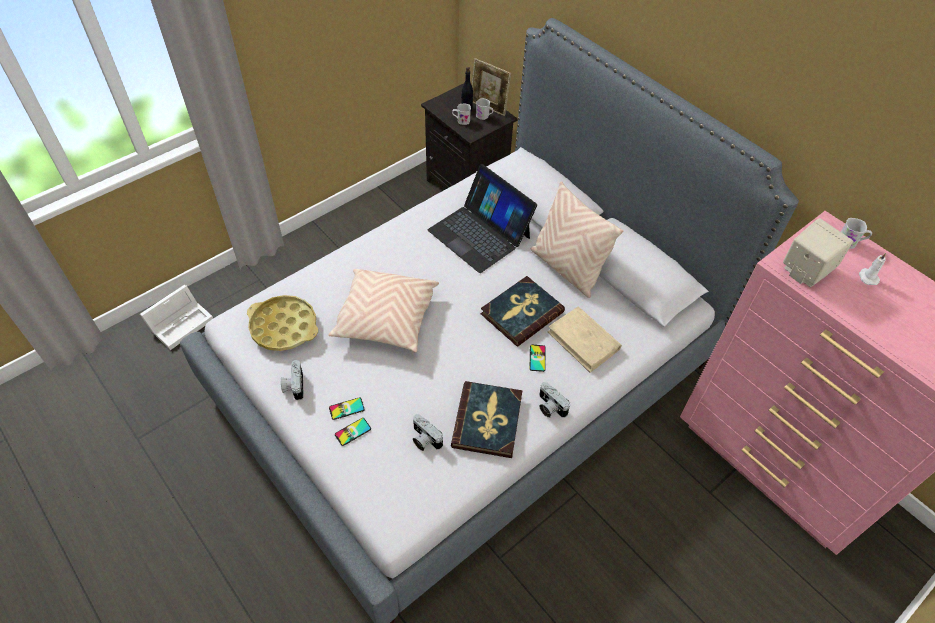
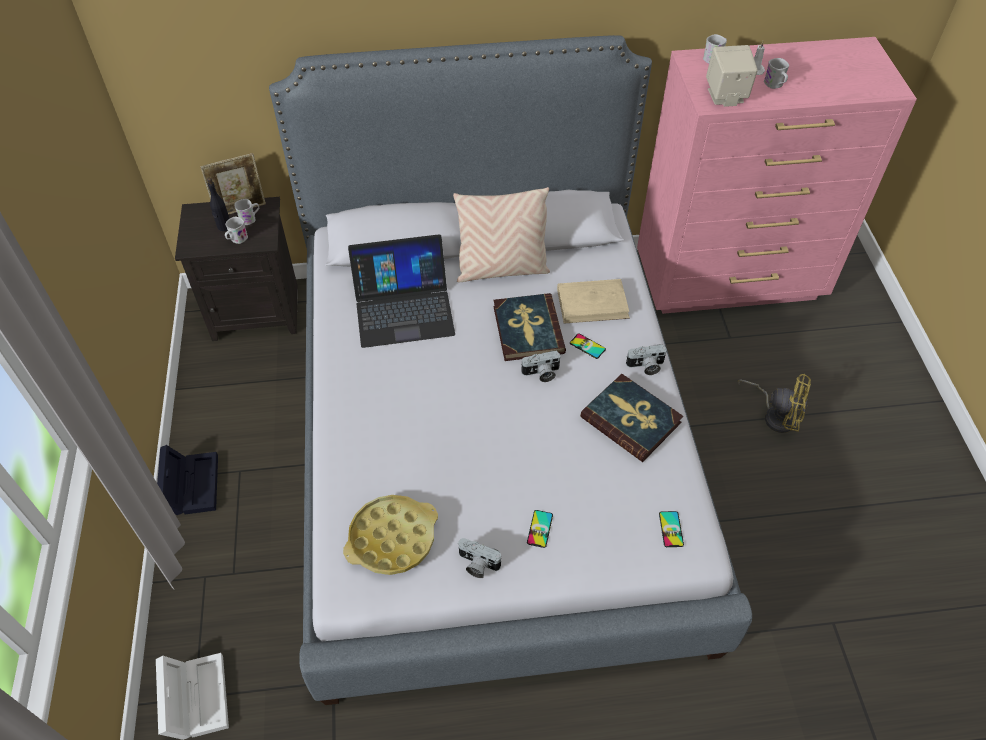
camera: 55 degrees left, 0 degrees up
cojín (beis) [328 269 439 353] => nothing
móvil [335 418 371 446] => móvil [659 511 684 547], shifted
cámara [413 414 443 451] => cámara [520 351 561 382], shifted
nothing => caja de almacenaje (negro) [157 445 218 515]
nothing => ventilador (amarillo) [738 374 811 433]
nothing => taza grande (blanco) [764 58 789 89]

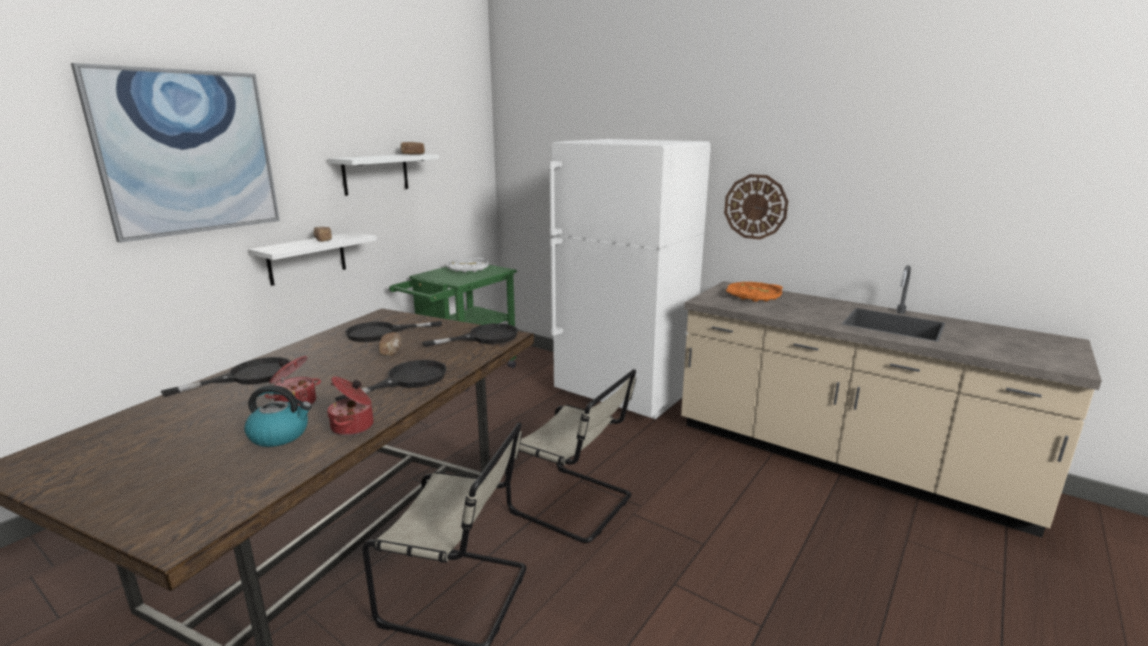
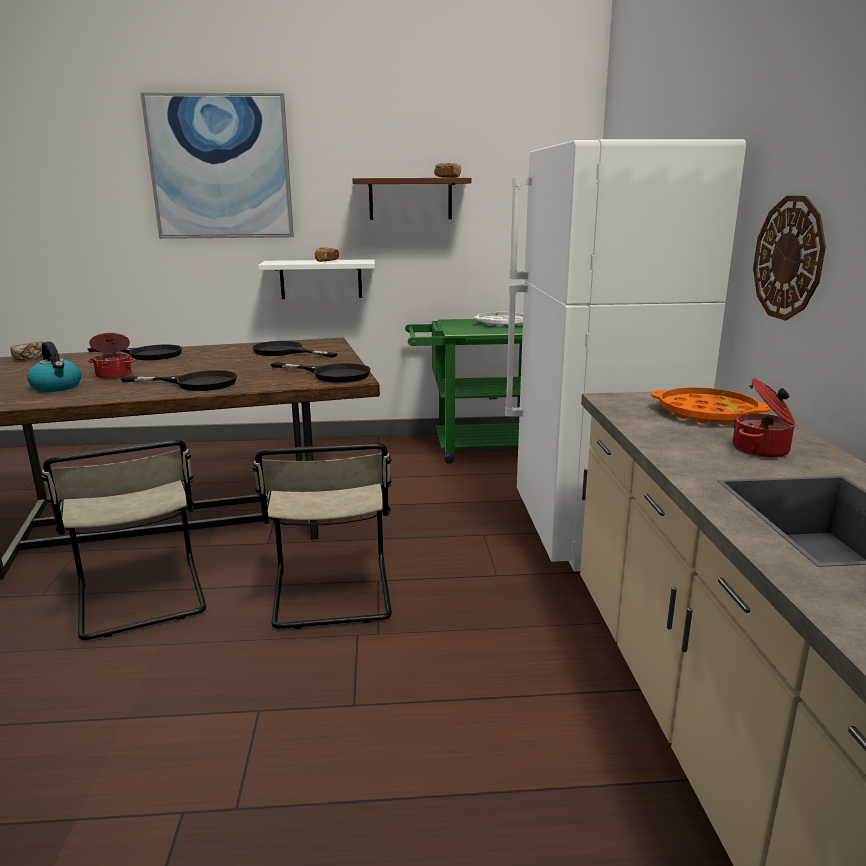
camera: 50 degrees right, 0 degrees up
olla [327 377 373 436] => olla [733 378 795 458], shifted
estante (blanco) [328 154 439 196] => estante (marrón) [352 178 471 220]
pan [379 332 402 356] => pan [10 341 44 361], shifted

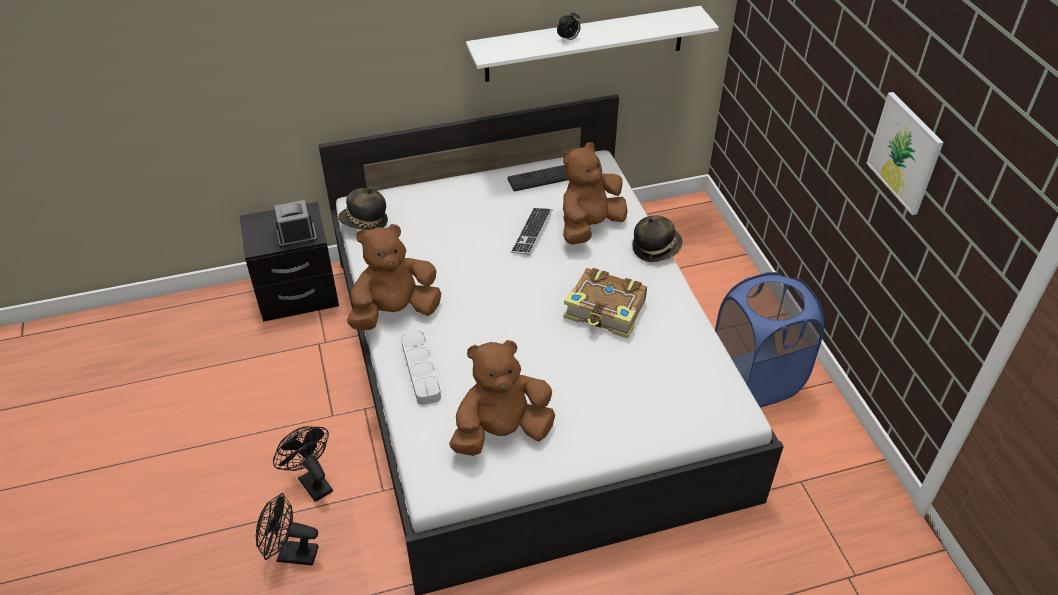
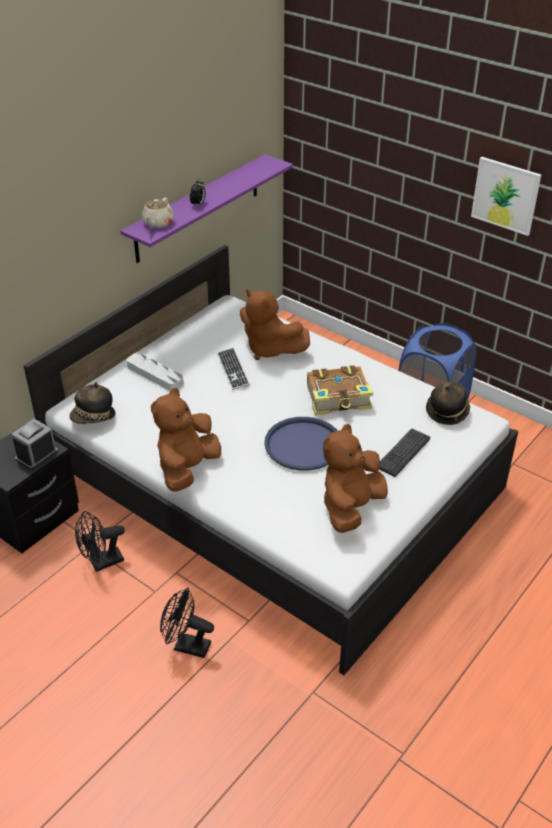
camera: 35 degrees left, 5 degrees down
ventilador (negro) [256 493 318 566] => ventilador (negro) [75 511 125 572], shifted
bandeja (gris) [401 331 441 405] => bandeja (gris) [126 353 184 391], shifted
estante (blanco) [466 6 719 82] => estante (morado) [120 154 293 263]
teclado [507 165 568 191] => teclado [379 429 430 477], shifted
peluche (marrón) [563 143 628 245] => peluche (marrón) [240 289 310 360], 60 degrees counterclockwise
sombrero [632 216 682 262] => sombrero [426 381 470 425], shifted
nothing => tetera (beis) [142 198 174 228]
nothing => bandeja (azul) [264 417 338 471]

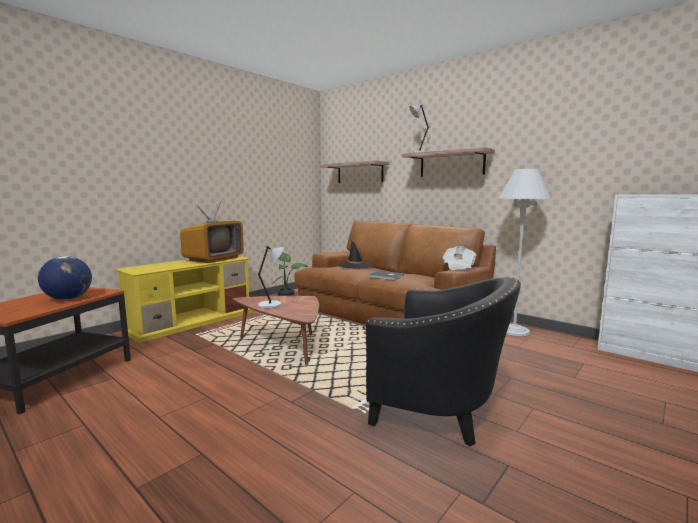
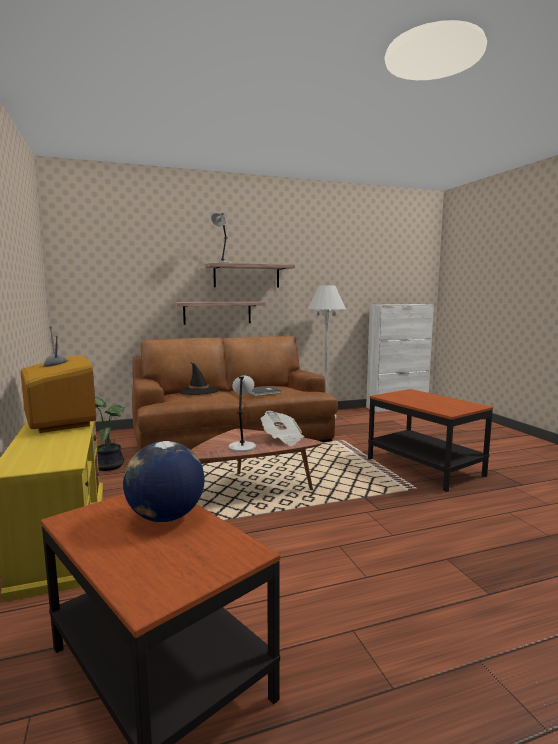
camera: 60 degrees left, 0 degrees up
estante [319 160 389 183] => estante [174 301 265 325], shifted
sillón (negro) [365 277 521 446] => mesa auxiliar [368 389 493 492]
periódico [442 246 476 270] => periódico [261 411 304 446], shifted

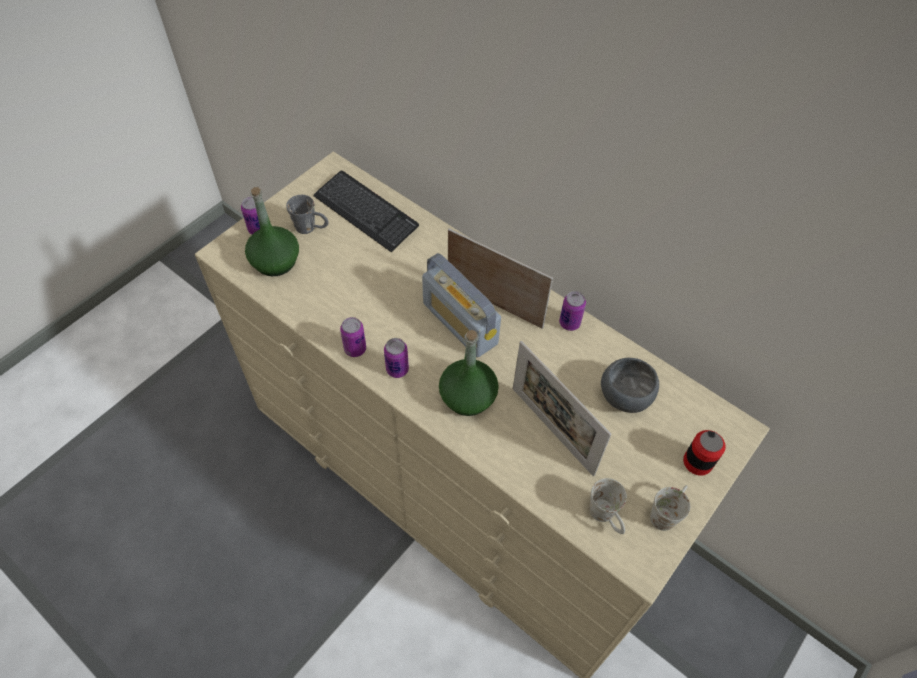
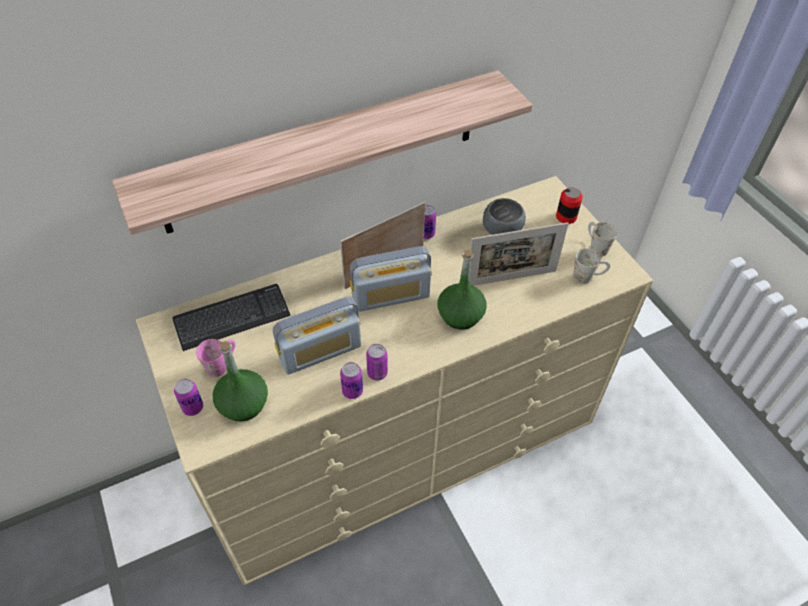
camera: 65 degrees left, 5 degrees down
taza grande (gris) [286 195 329 234] => taza grande (rosa) [196 339 236 377]
lata [384 338 409 378] => lata [340 362 363 399], shifted
nothing => estante [112 70 533 235]
nothing => radio [273 297 361 374]

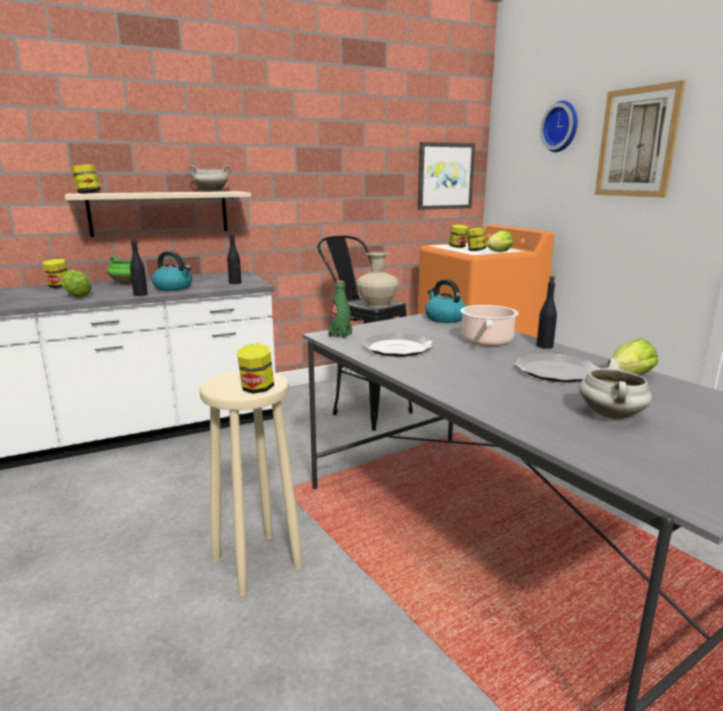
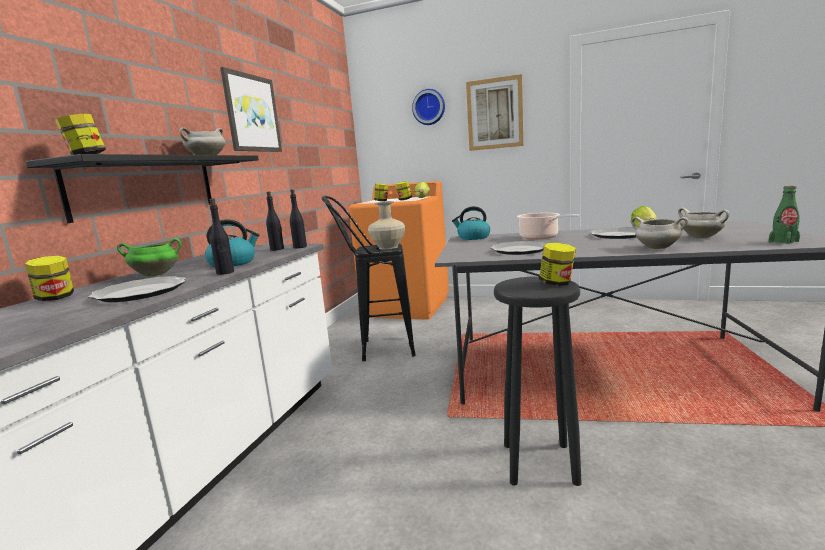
camera: 45 degrees left, 5 degrees down
lechuga [62 270 92 298] => plato [88 276 186 302]
estante (beis) [65 191 251 237] => estante (negro) [26 154 259 223]
taburete (beis) [200 371 303 596] => taburete (negro) [494 276 581 486]
botella (verde) [329 280 352 339] => botella (verde) [769 186 800 244], shifted
cuadro [418 142 475 210] => cuadro [220 67 282 152], shifted
botella (negro) [537 276 557 349] => botella (negro) [290 189 307 248], shifted
nothing => olla (blanco) [631 217 688 249]

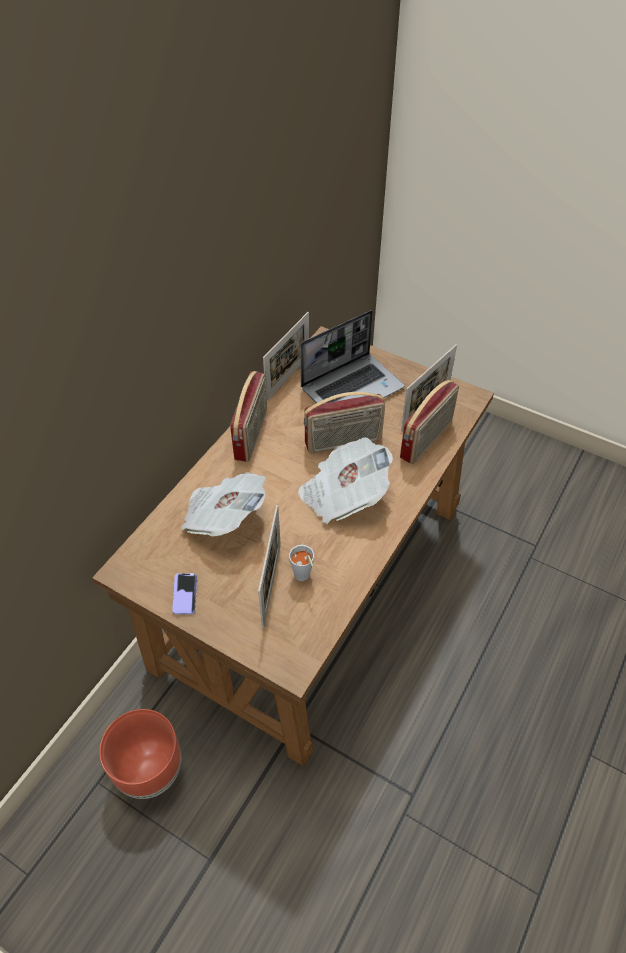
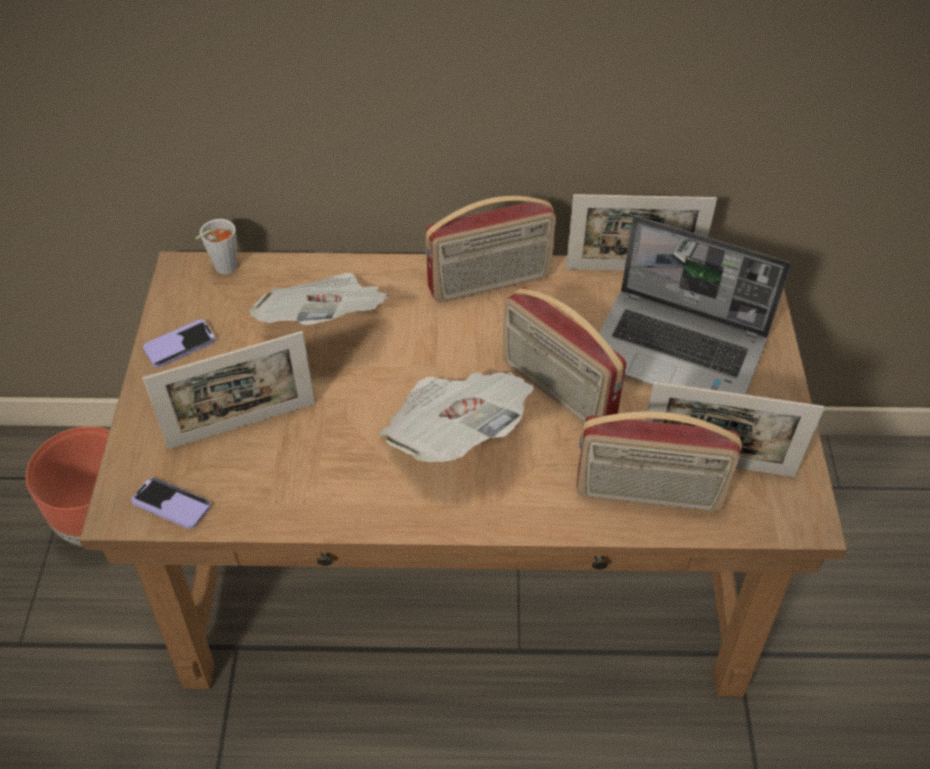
camera: 60 degrees right, 0 degrees up
taza (gris) [289 545 314 581] => taza (gris) [196 219 237 274], shifted
nothing => móvil [131 477 211 529]

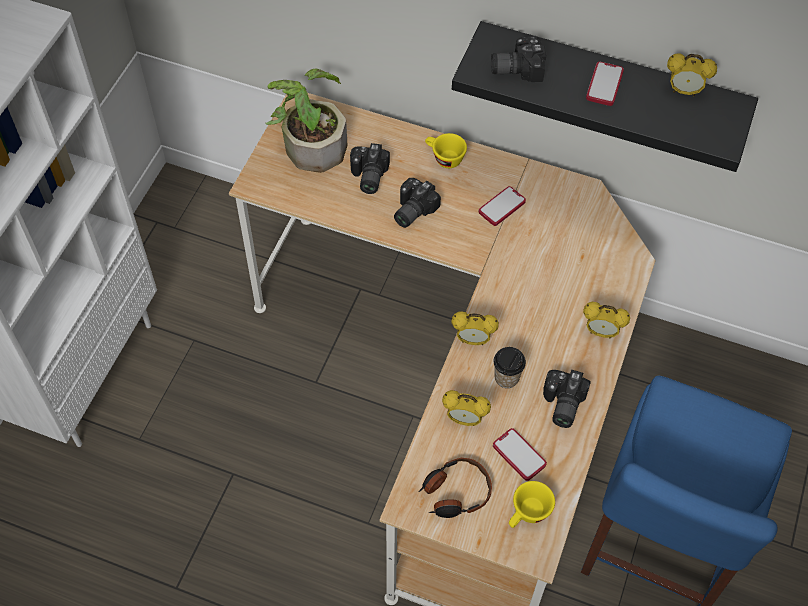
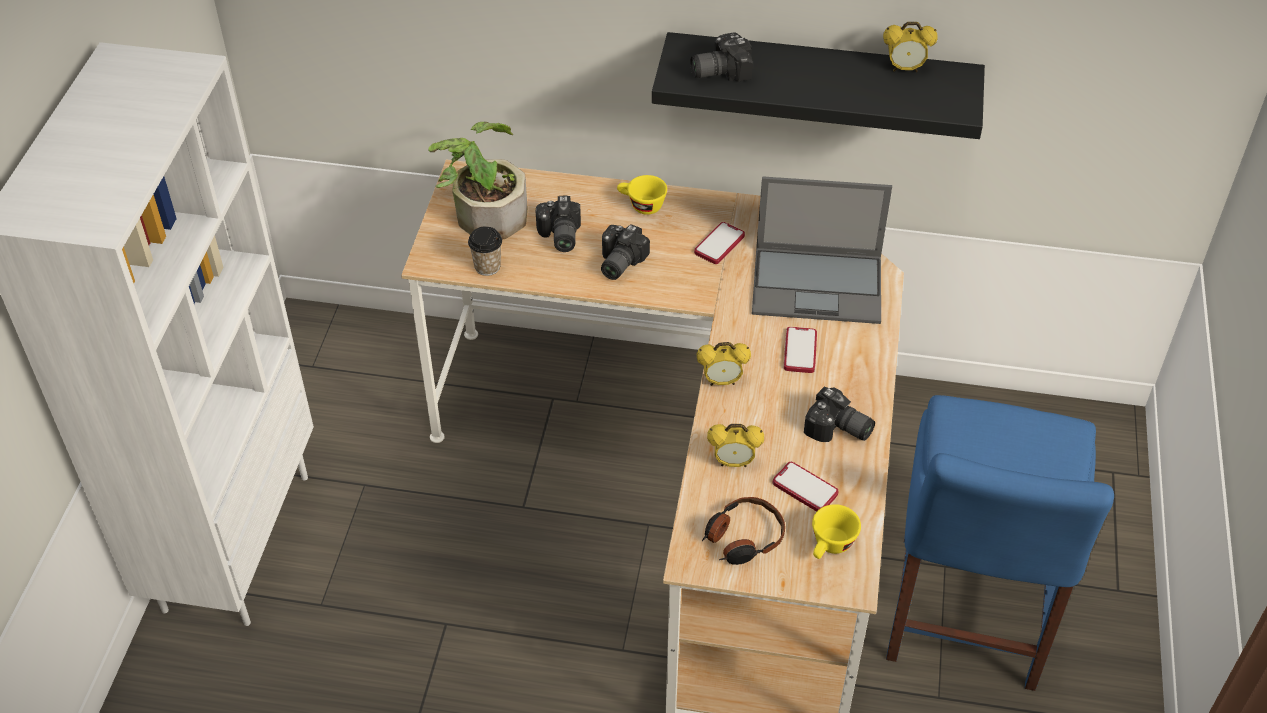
camera: 10 degrees left, 10 degrees down
taza [494 347 526 388] => taza [468 226 502 276], shifted
cámara [543 370 591 428] => cámara [804 387 875 442], 60 degrees counterclockwise
despertador [583 302 630 338] => nothing
móvil [586 62 624 106] => móvil [784 327 817 373], shifted
nothing => portátil [752 176 892 324]

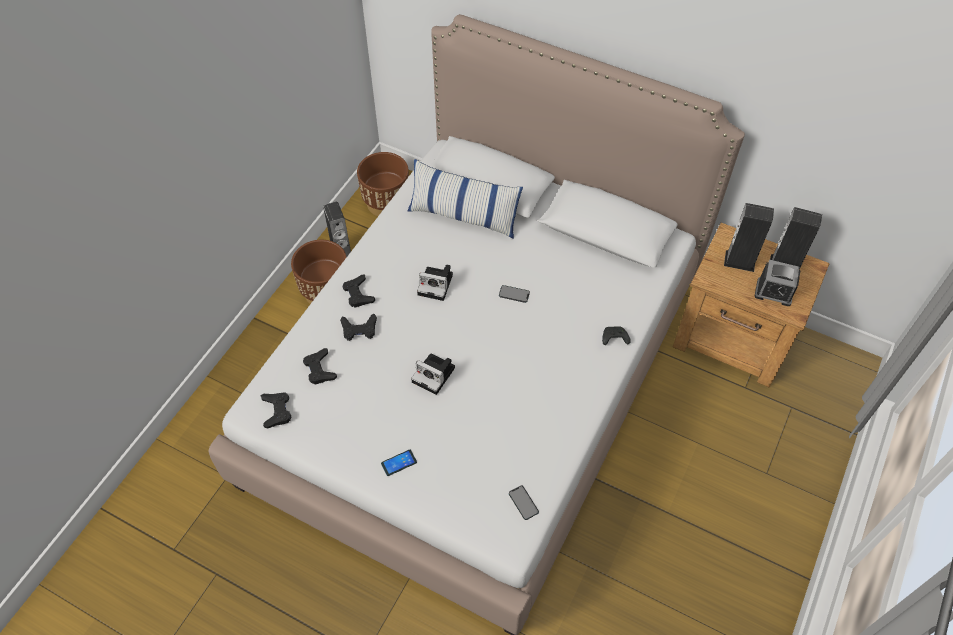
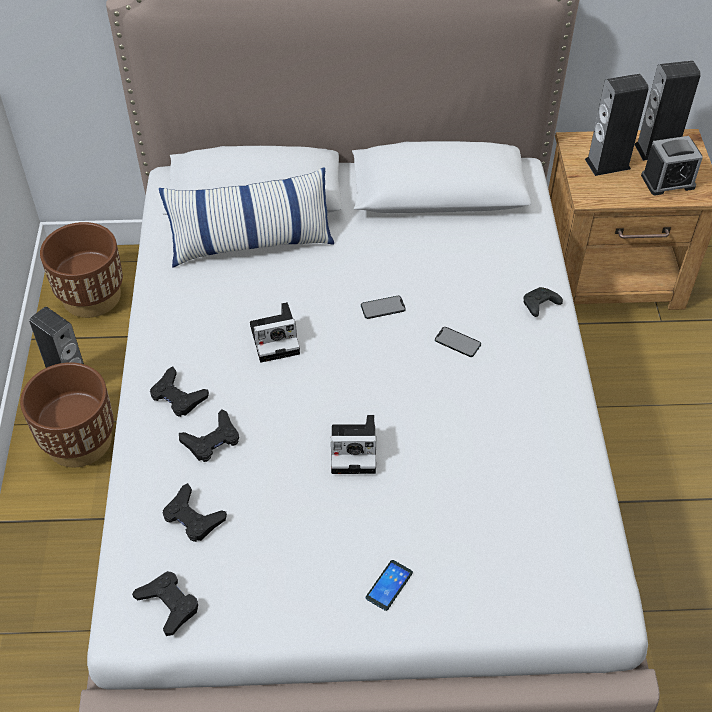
camera: 30 degrees left, 5 degrees down
móvil [509 485 539 520] => móvil [435 327 481 357], shifted

